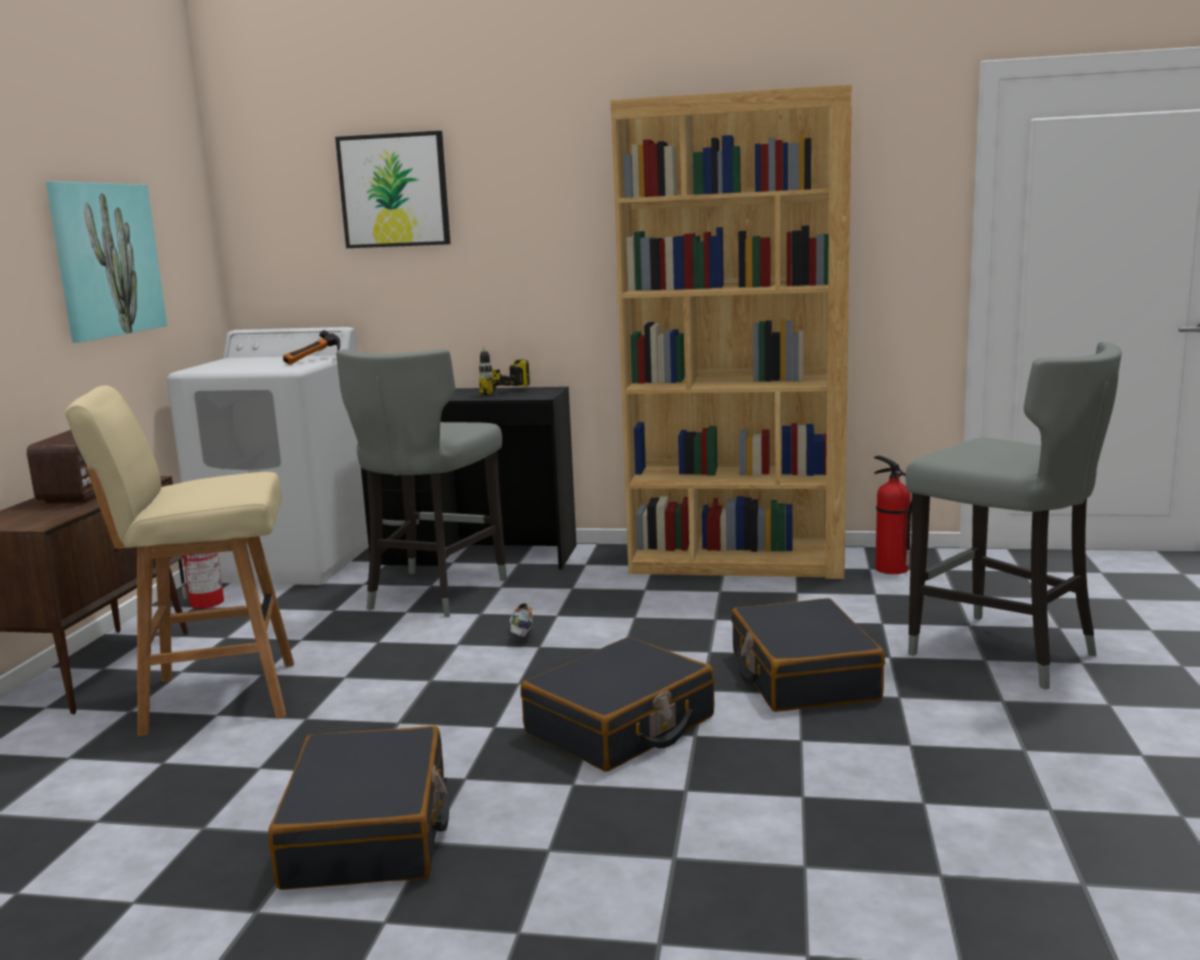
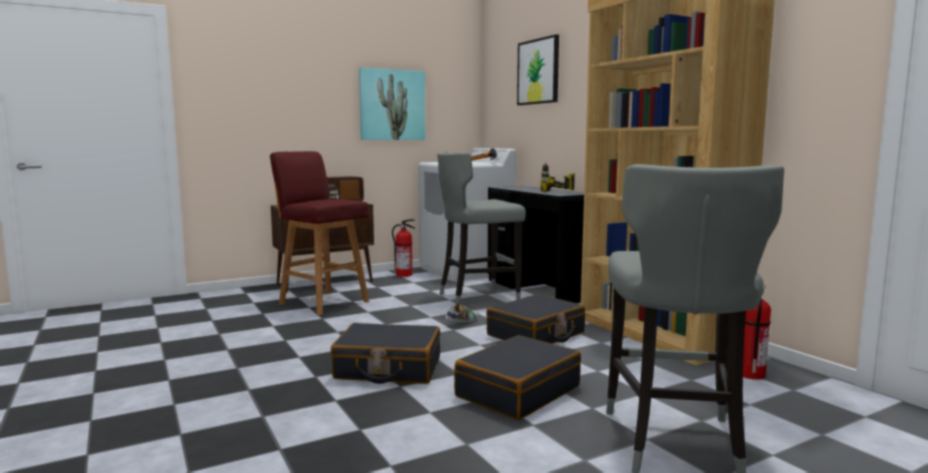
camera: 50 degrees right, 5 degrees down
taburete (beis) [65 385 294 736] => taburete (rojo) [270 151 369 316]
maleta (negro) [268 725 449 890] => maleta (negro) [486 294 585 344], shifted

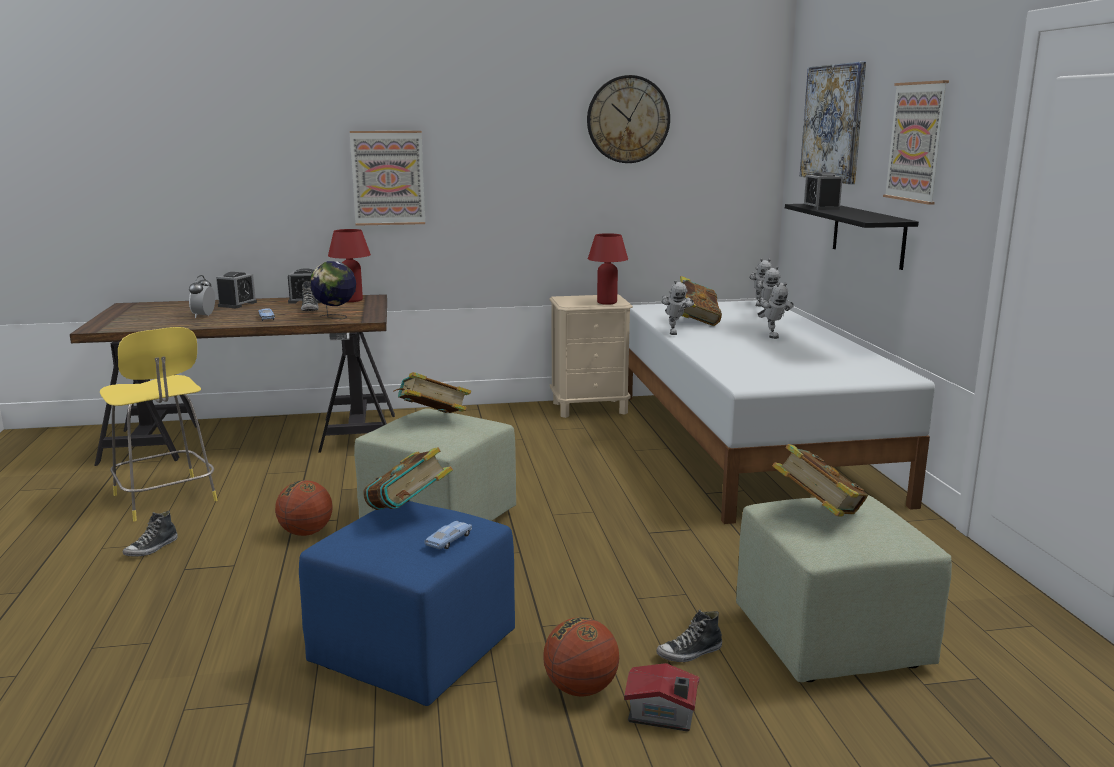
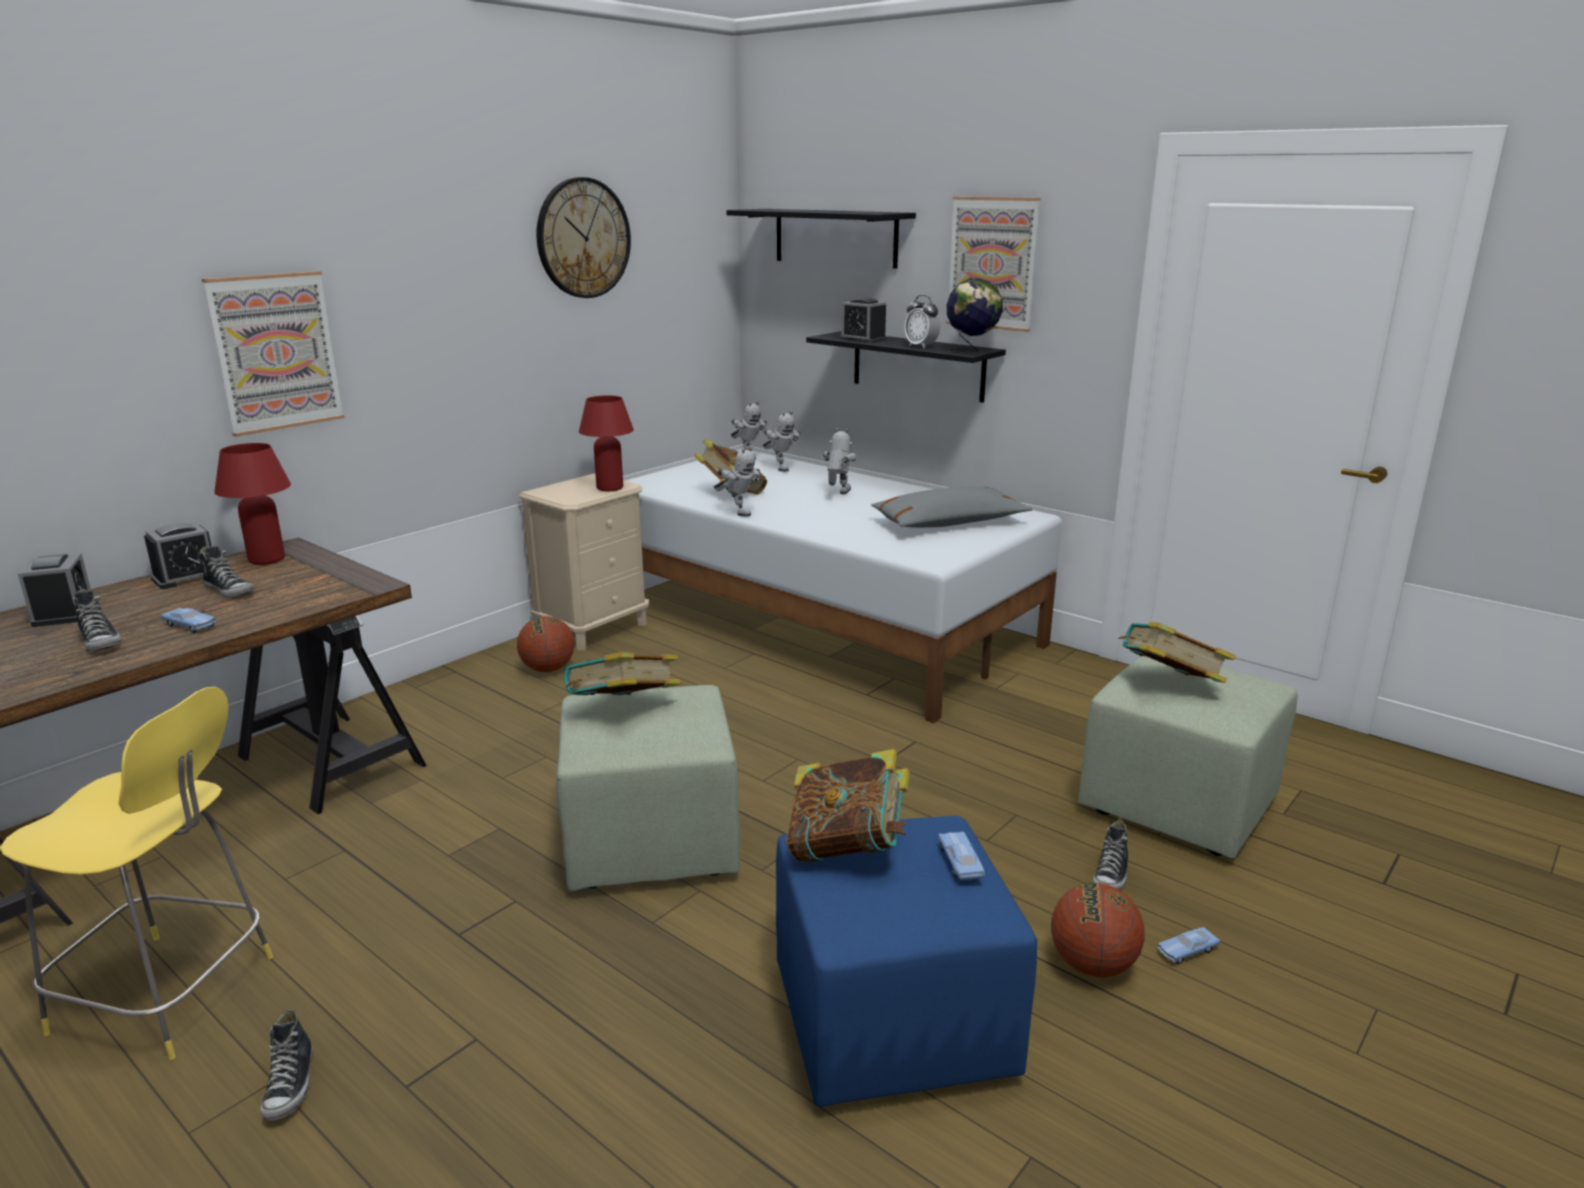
camera: 40 degrees left, 5 degrees up
despertador [189 275 215 318] => despertador [904 295 941 348], shifted
balón de baloncesto [275 480 332 536] => balón de baloncesto [517 616 574 672], shifted
globo terráqueo [310 261 356 320] => globo terráqueo [947 278 1003 353], shifted
casita [624 663 700 732] => coche de juguete (azul) [1158 927 1220 964]
robot de juguete [758 282 794 339] => robot de juguete [822 428 856 494], 105 degrees counterclockwise
cuadro [800 62 866 184] => estante (negro) [727 209 916 269]
nothing => zapato [73 589 121 651]
nothing => cojín (gris) [871 486 1033 528]

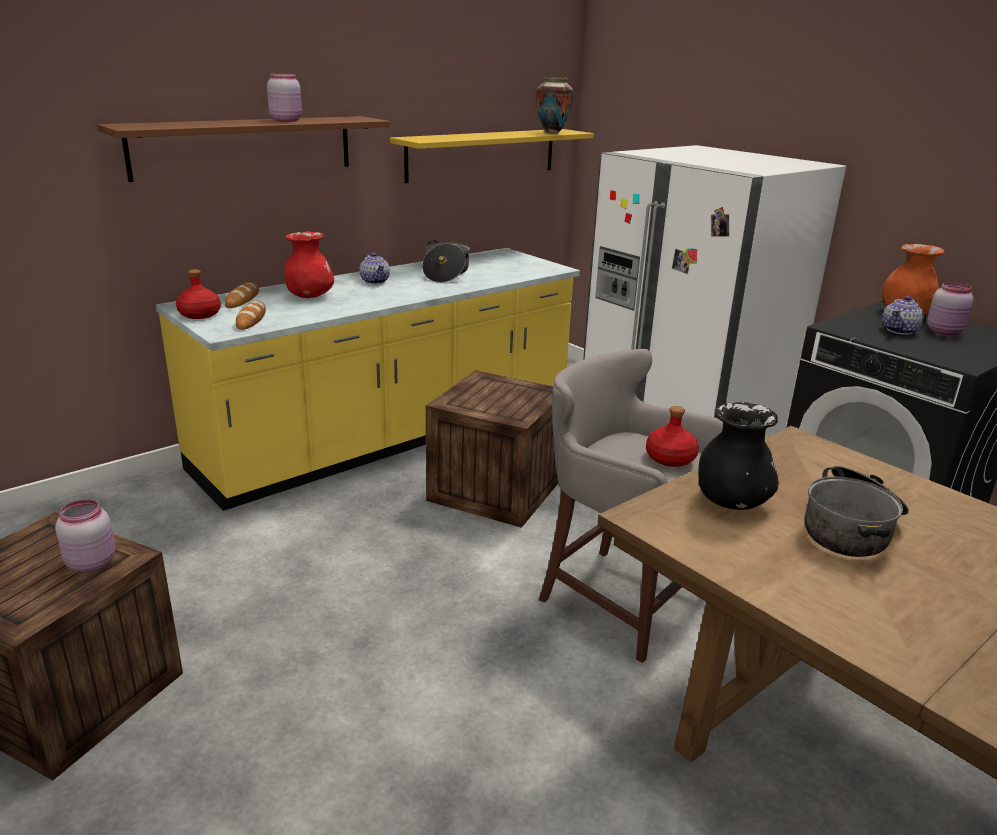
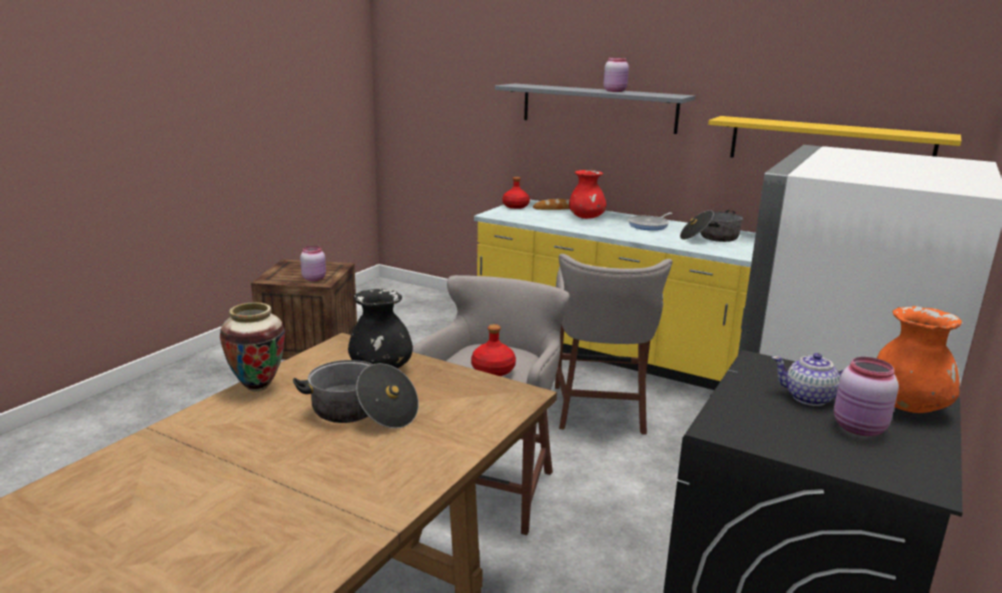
camera: 70 degrees right, 5 degrees down
estante (marrón) [97 116 390 182] => estante (gris) [495 84 695 134]
pan [236 301 266 330] => nothing
tetera [359 253 390 284] => sartén [628 213 672 230]
caja de embalaje [426 370 558 528] => taburete (gris) [555 254 673 435]
florero [536 77 574 134] => florero [220 302 285 391], shifted

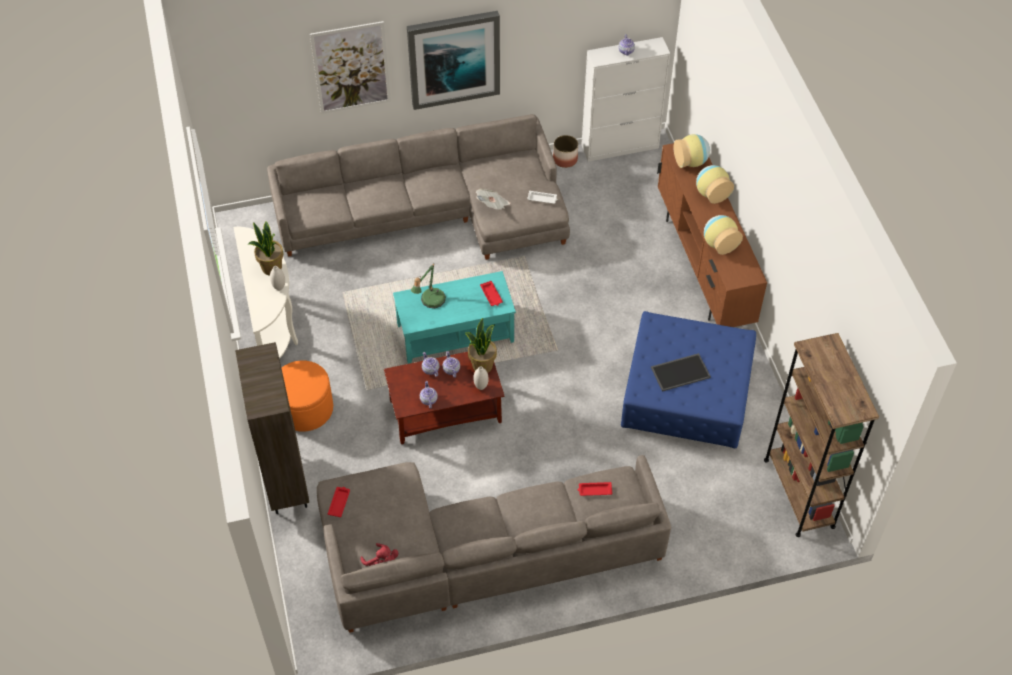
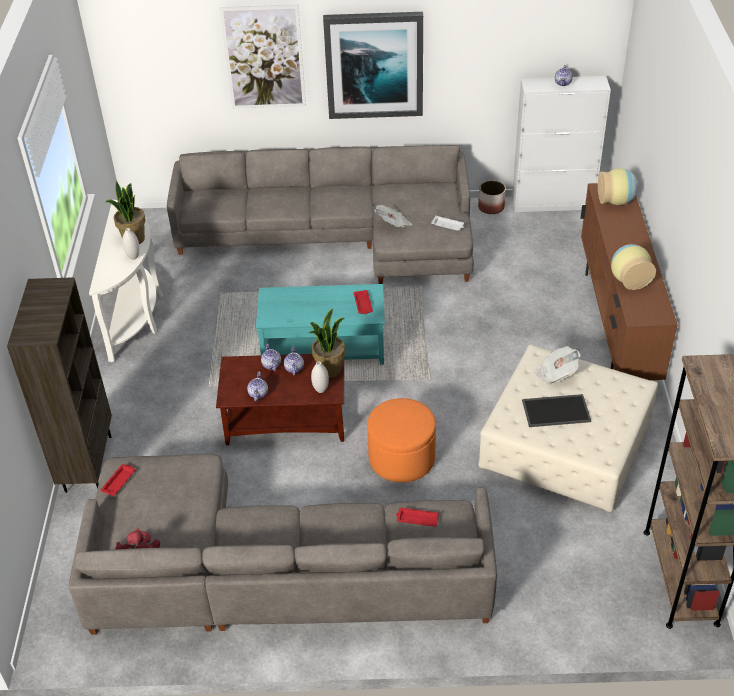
camera: 15 degrees right, 10 degrees down
puf (naranja) [282 361 333 431] => puf (naranja) [367 398 436 482], shifted
lámpara de mesa [411 264 446 308] => nothing
puf (azul) [621 311 756 448] => puf (beis) [478 344 658 512]
florero [696 165 734 204] => nothing
nothing => periódico [534 346 581 385]

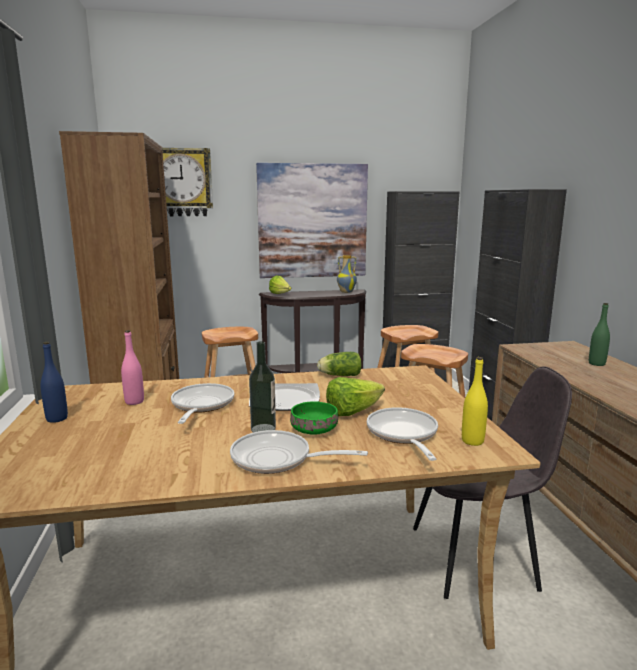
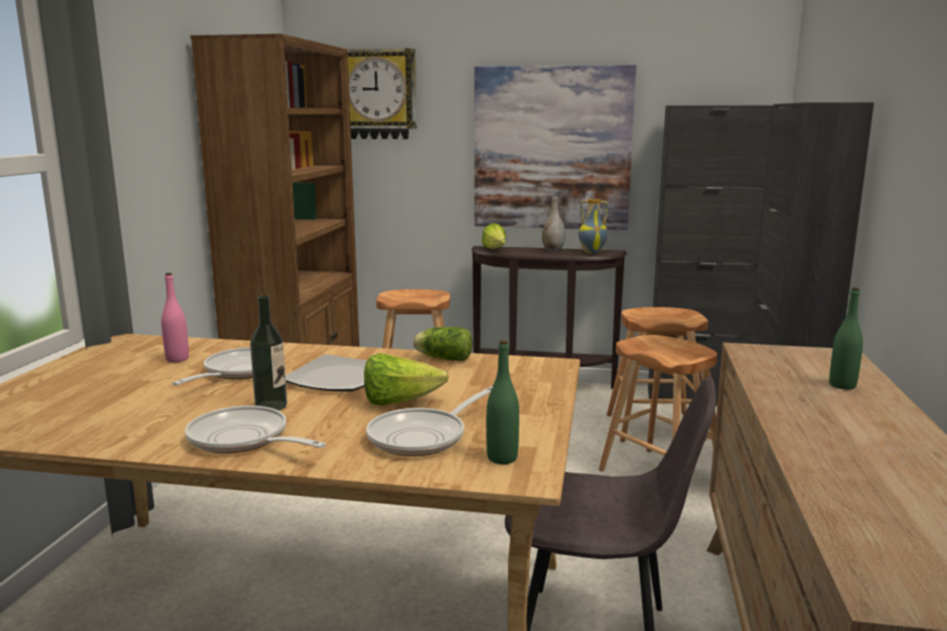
camera: 20 degrees right, 0 degrees up
botella (azul) [40 342 68 423] => nothing
cuenco (verde) [290 401 338 435] => nothing
sartén [367 407 438 461] => sartén [366 386 493 456], 150 degrees counterclockwise
botella (amarillo) [462 357 488 446] => botella (verde) [486 340 519 464]
nothing => florero (gris) [542 197 565 251]

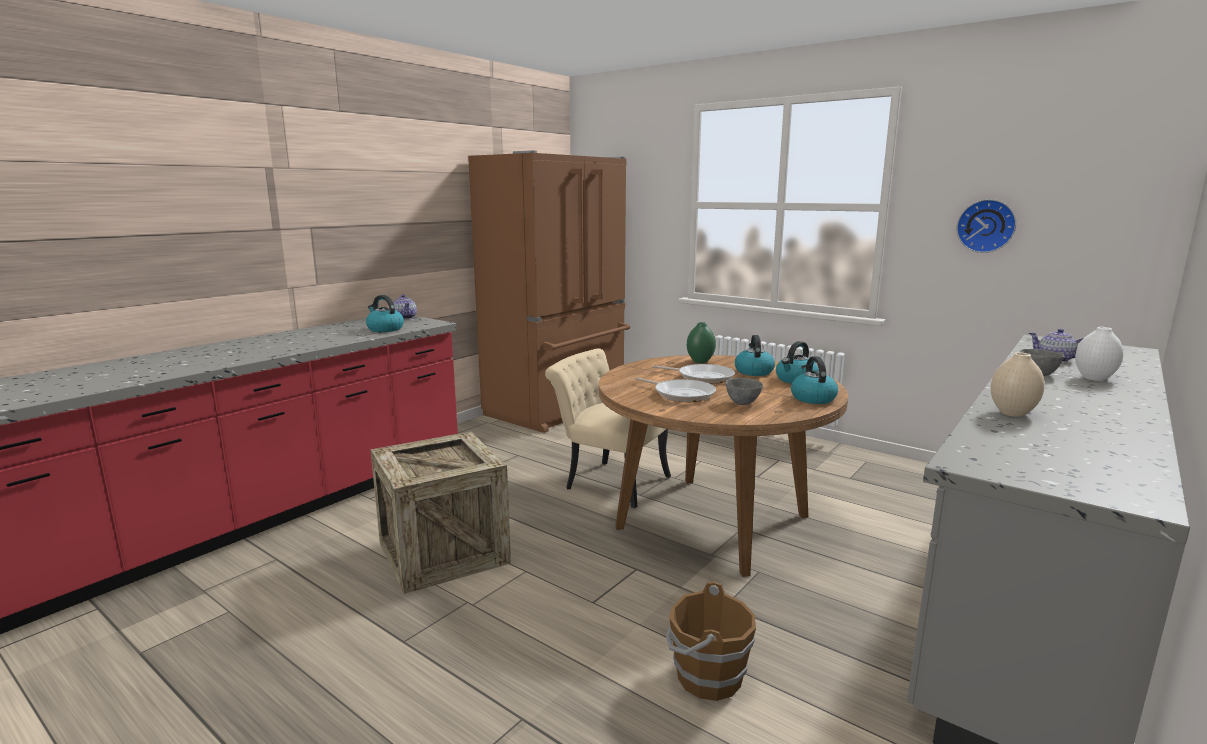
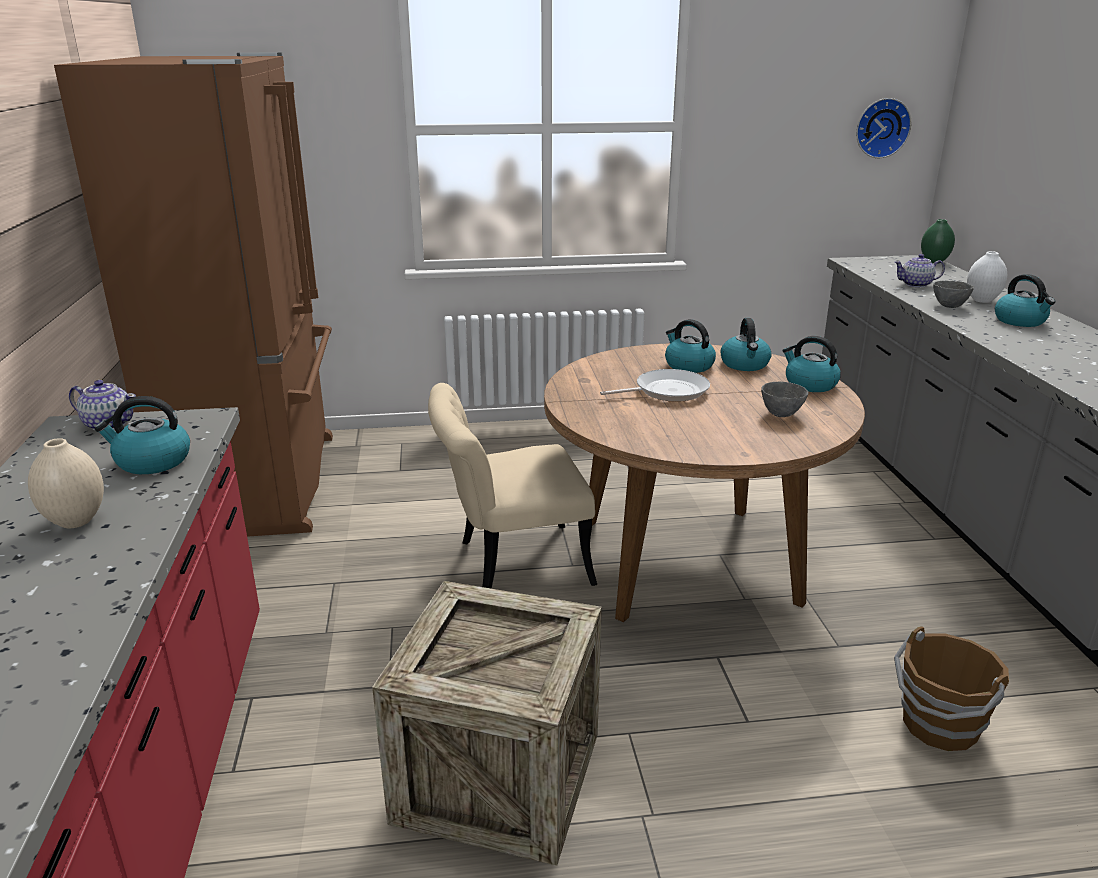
camera: 45 degrees left, 10 degrees up
sartén [635 377 716 402] => nothing
florero (verde) [687 322 716 363] => florero (verde) [921 219 955 263], shifted
reloj de pared [956 199 1016 253] => reloj de pared [856 98 911 158], shifted
florero (beis) [991 352 1045 417] => florero (beis) [28 438 104 528], shifted
nothing => hervidor [995 274 1055 327]

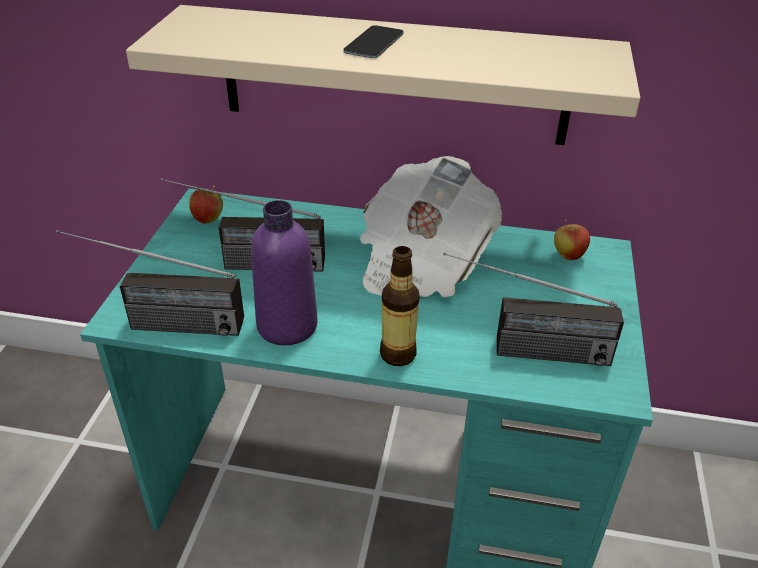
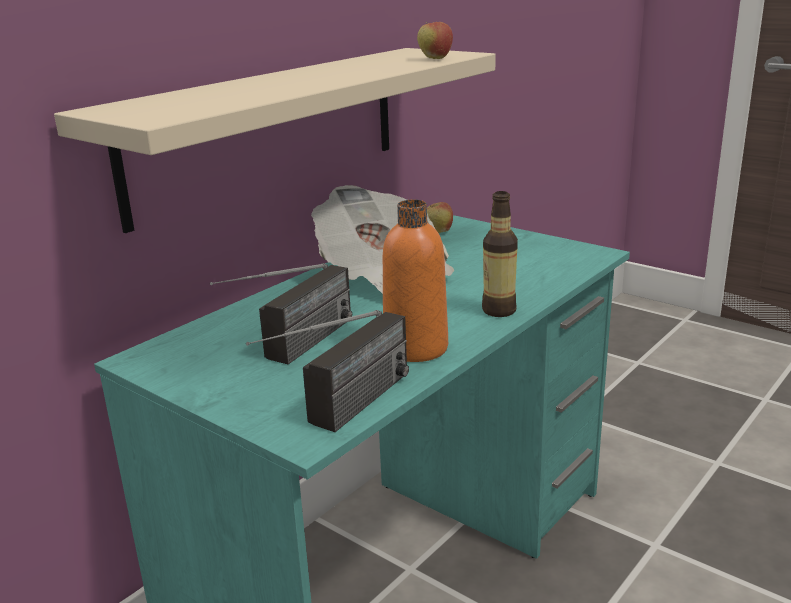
camera: 60 degrees left, 15 degrees down
manzana [189 186 223 224] => manzana [417 22 453 59], shifted
botella (morado) [251 200 318 345] => botella (naranja) [383 200 448 362]
móvil [343 25 404 58] => nothing
radio [443 252 624 366] => nothing

